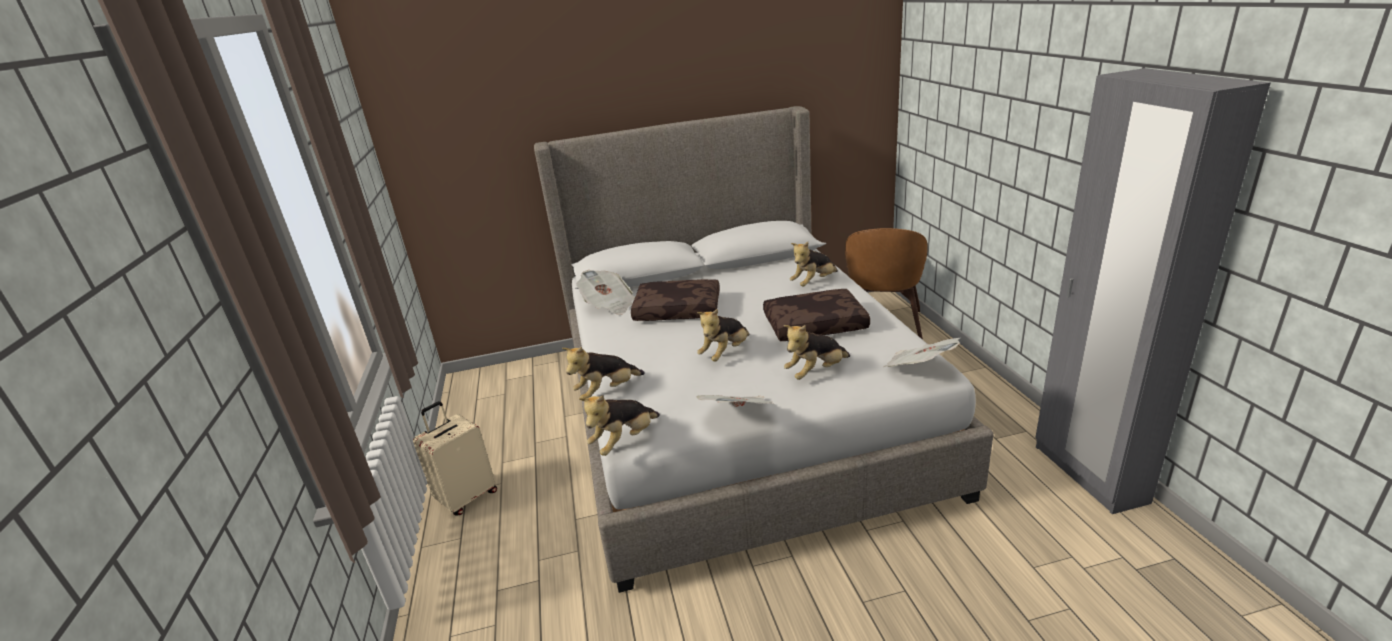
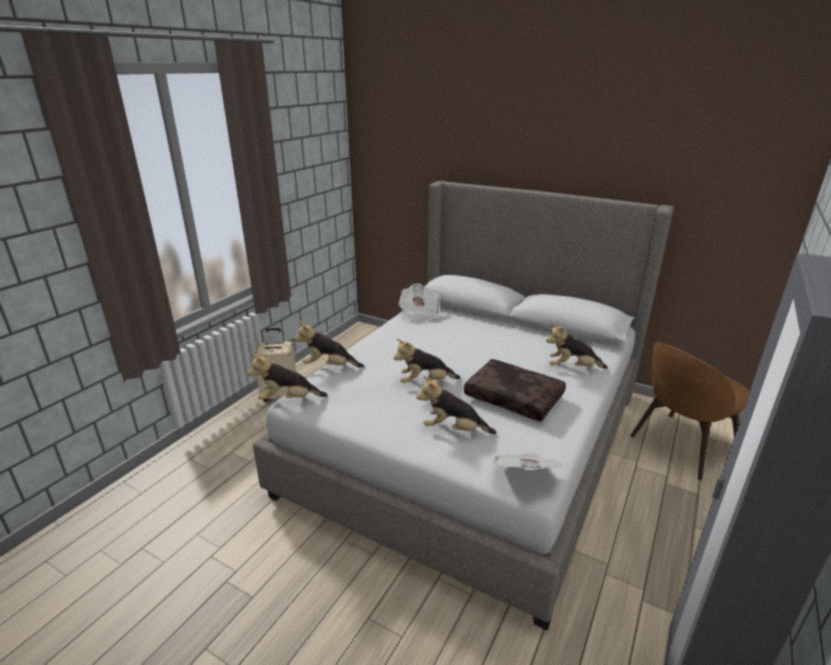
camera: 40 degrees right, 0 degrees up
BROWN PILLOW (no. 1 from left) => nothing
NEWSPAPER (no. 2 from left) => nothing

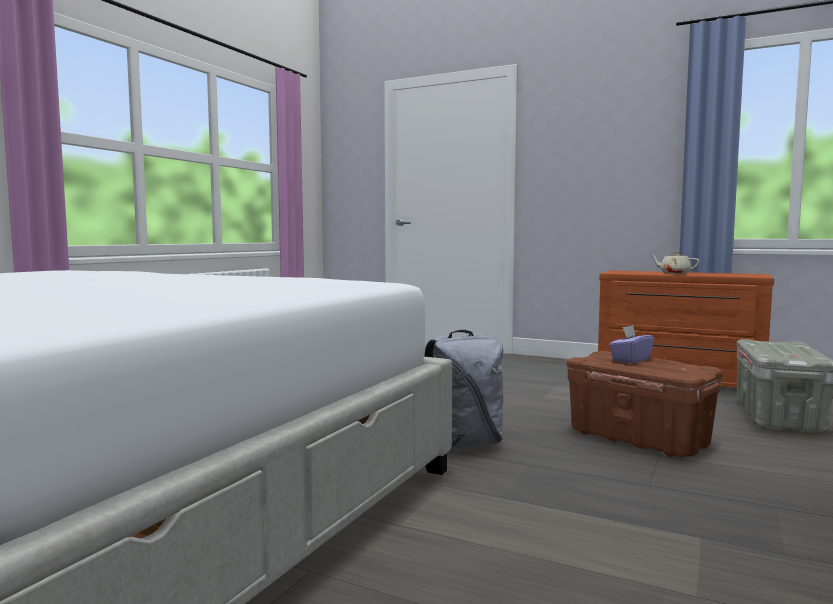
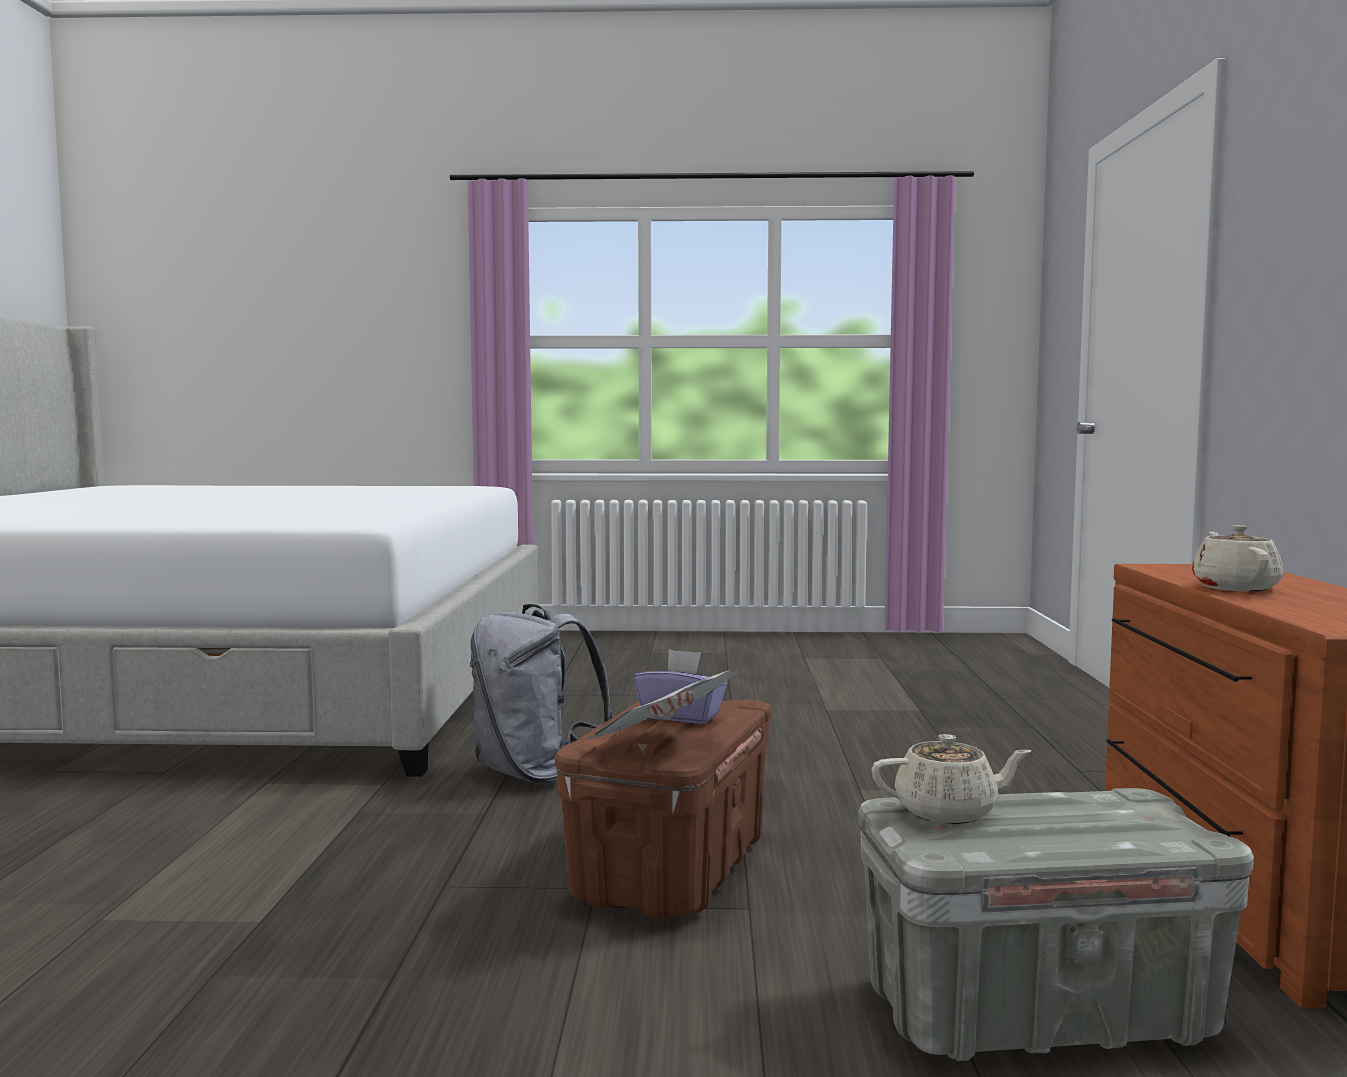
camera: 65 degrees right, 0 degrees up
nothing => NEWSPAPER
nothing => BEIGE TEAPOT (no. 1 from left)

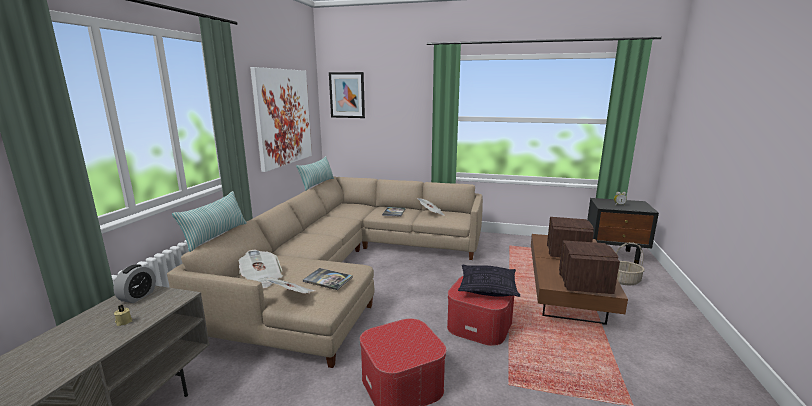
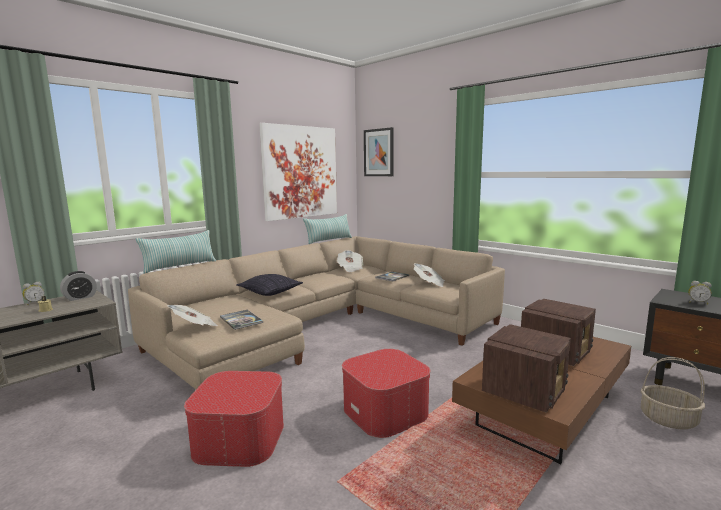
camera: 30 degrees right, 5 degrees down
NEWSPAPER (no. 1 from left in the first image) => NEWSPAPER (no. 2 from left), shifted
PILLOW (no. 3 from left in the first image) => PILLOW (no. 2 from left), shifted
nothing => ALARM CLOCK (no. 1 from left)

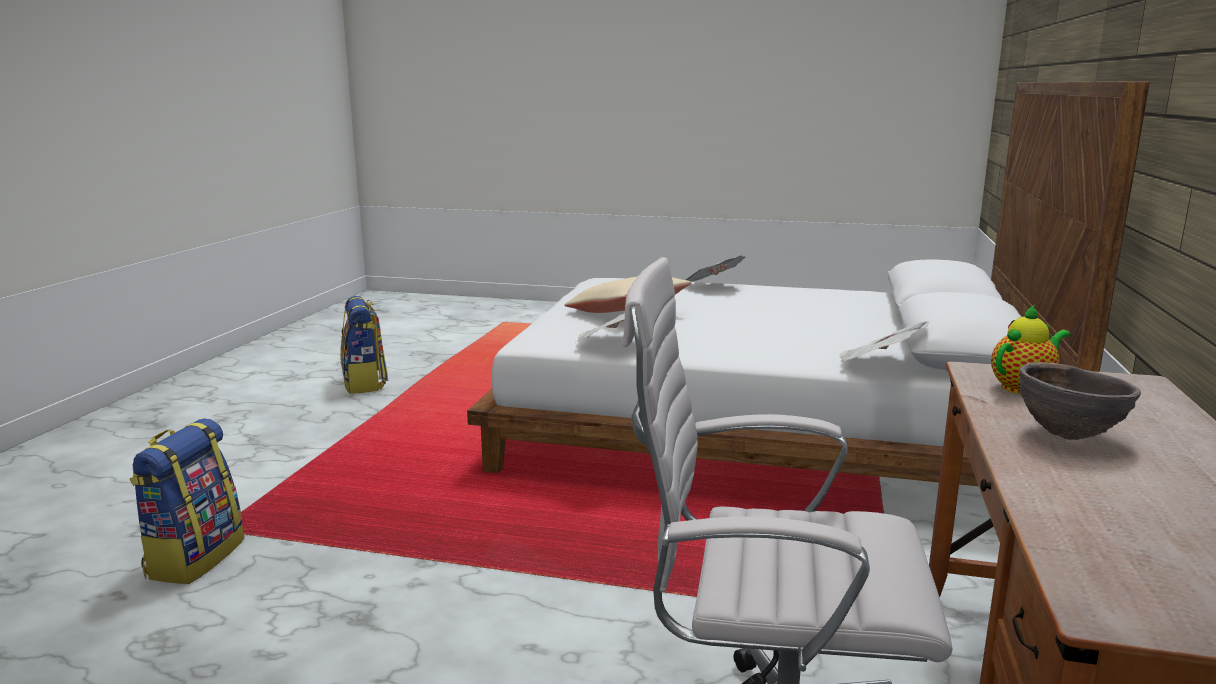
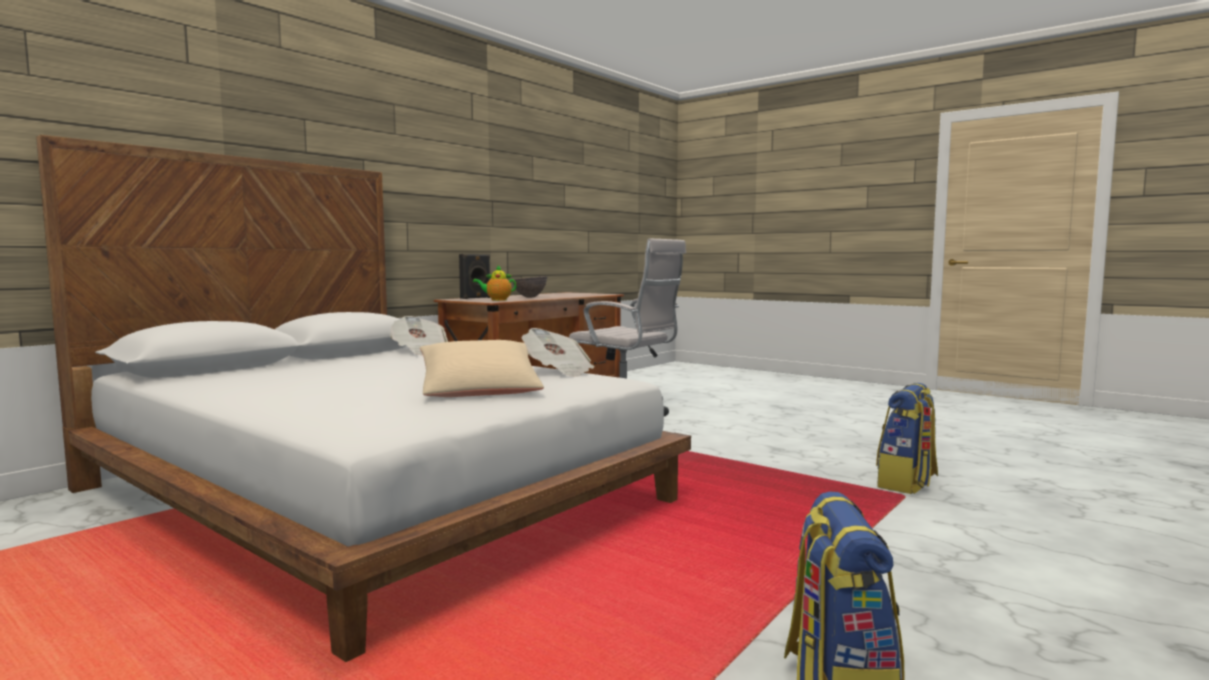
camera: 155 degrees left, 10 degrees down
NEWSPAPER (no. 2 from left) => nothing
nothing => BLACK SPEAKER

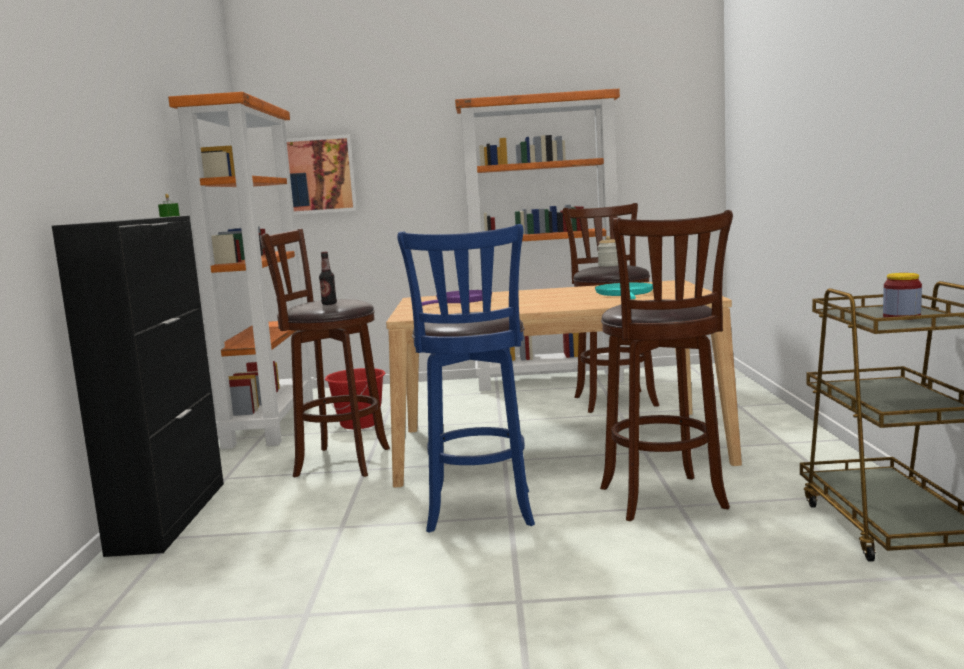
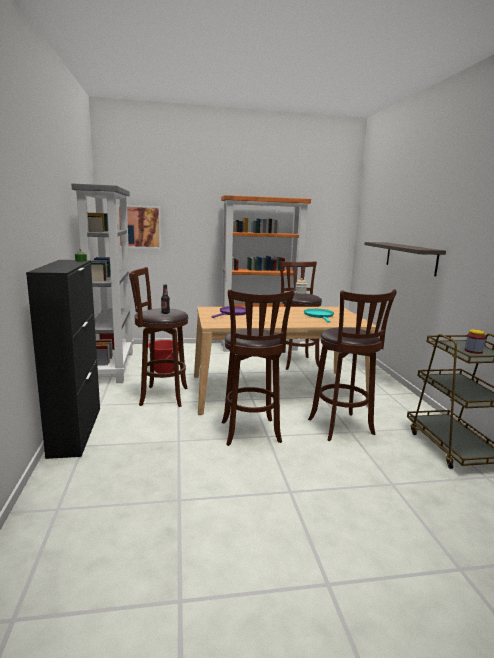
camera: 10 degrees left, 5 degrees up
ORANGE BOOKCASE (no. 1 from left) => GREY BOOKCASE
BLUE STOOL => BROWN STOOL (no. 2 from left)
nothing => SHELF

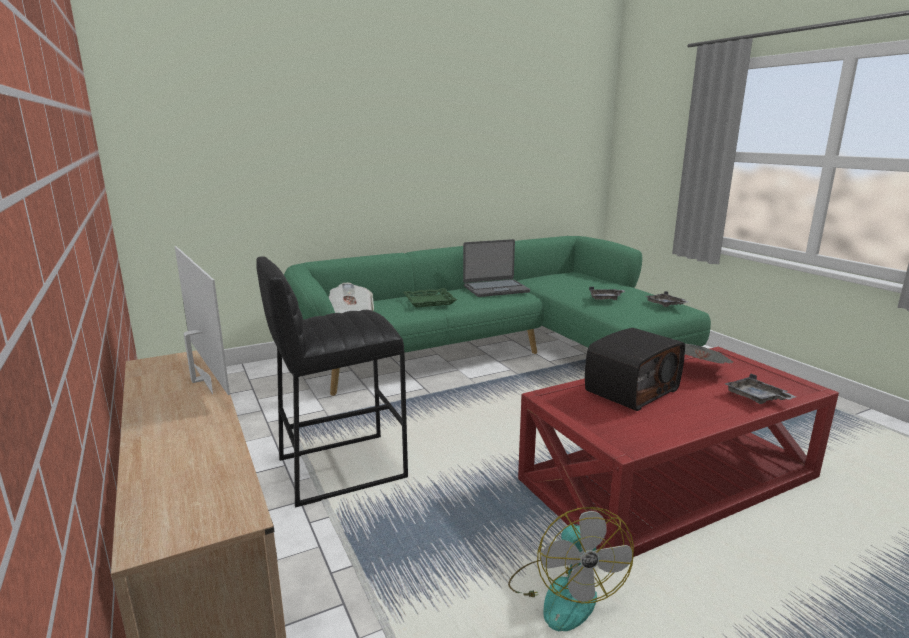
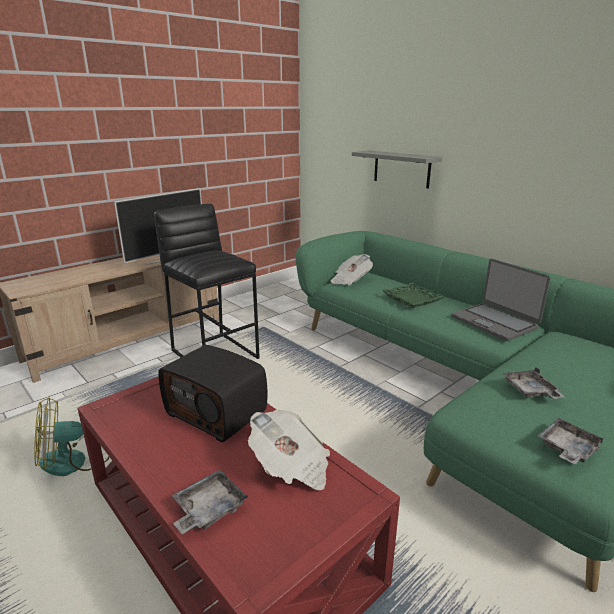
camera: 75 degrees right, 5 degrees up
nothing => GREY SHELF

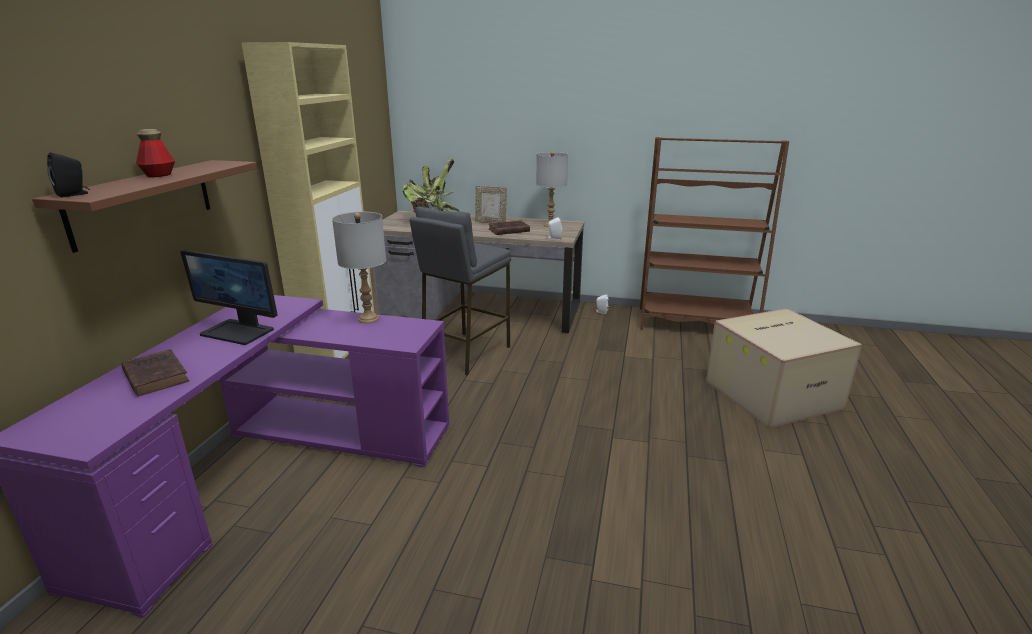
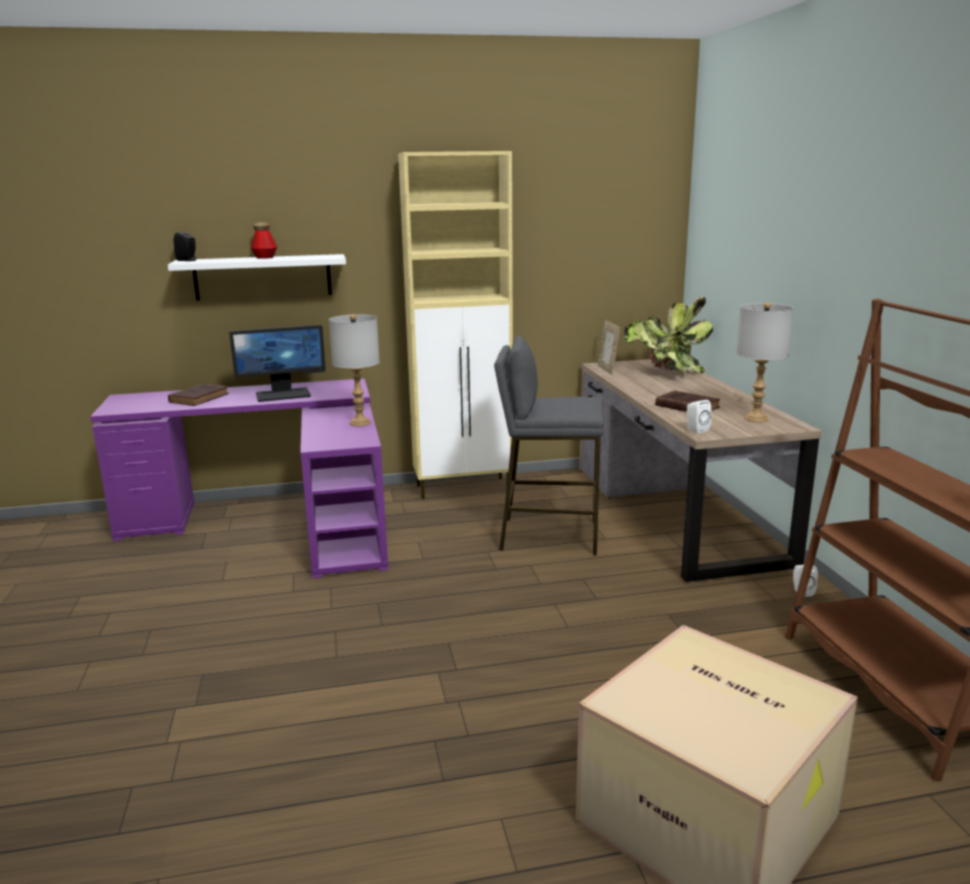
camera: 65 degrees right, 5 degrees down
BROWN SHELF => WHITE SHELF
MONITOR, 105 degrees counterclockwise
PICTURE FRAME, shifted

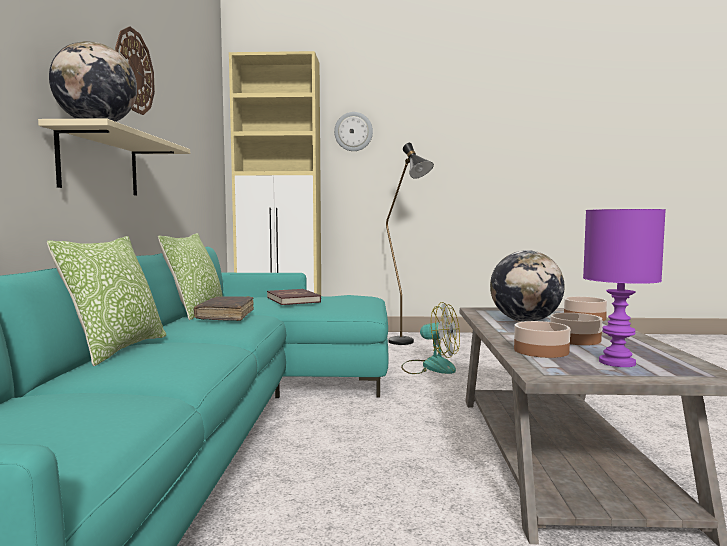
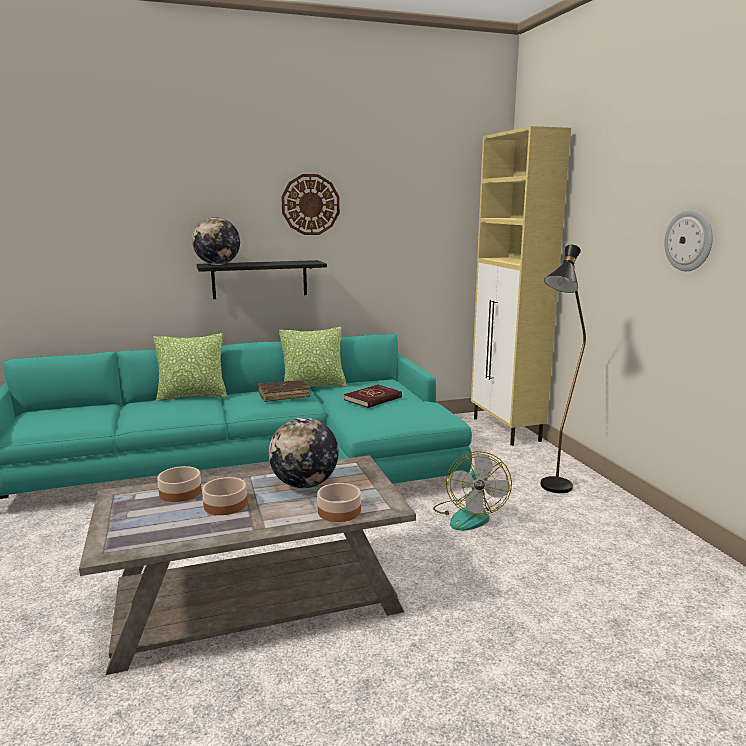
camera: 70 degrees right, 10 degrees up
BEIGE SHELF => BLACK SHELF
WALL CLOCK (no. 2 from left), shifted
PURPLE TABLE LAMP => nothing

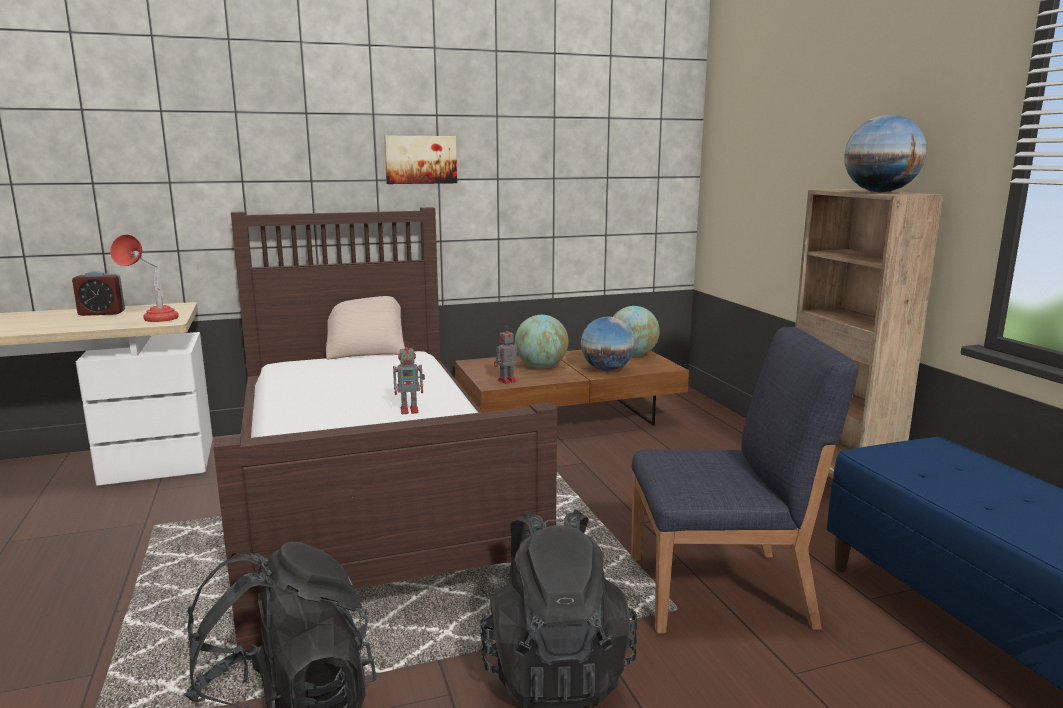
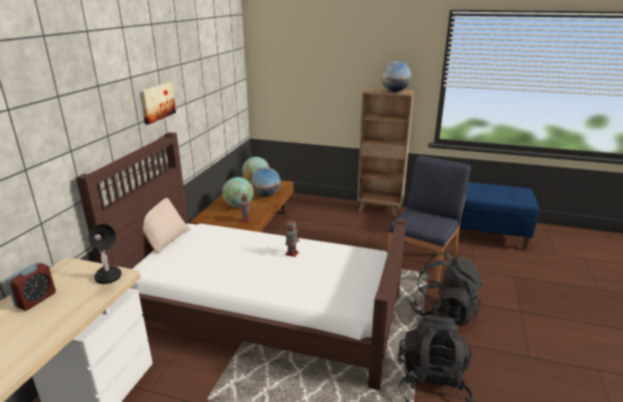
camera: 55 degrees left, 10 degrees up
RED TABLE LAMP => BLACK TABLE LAMP

